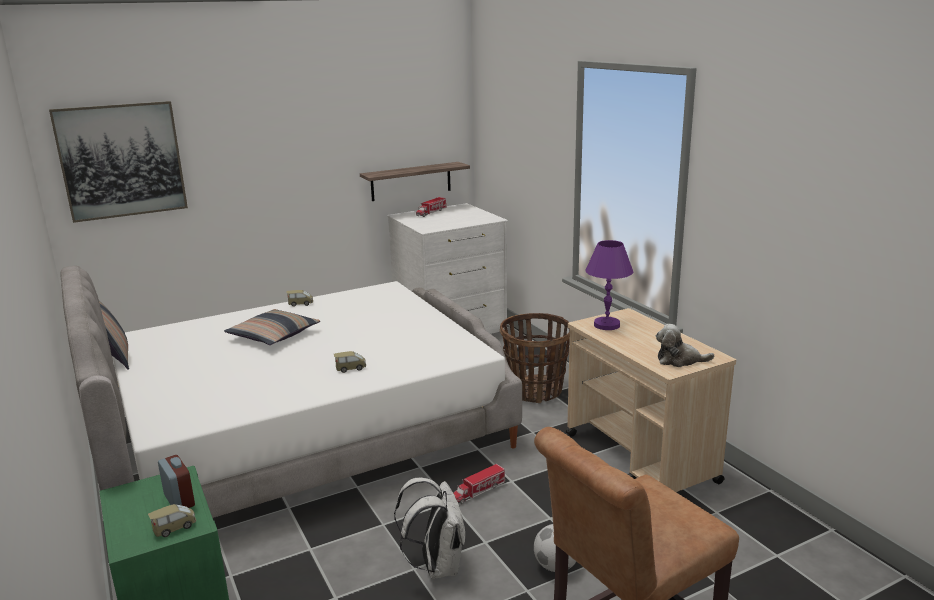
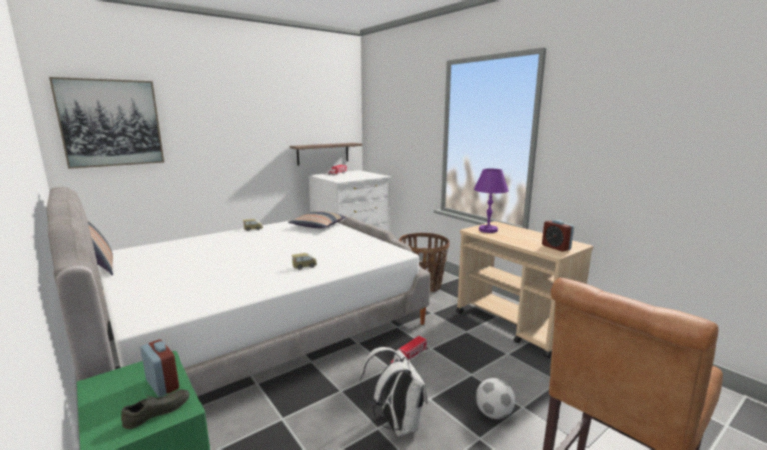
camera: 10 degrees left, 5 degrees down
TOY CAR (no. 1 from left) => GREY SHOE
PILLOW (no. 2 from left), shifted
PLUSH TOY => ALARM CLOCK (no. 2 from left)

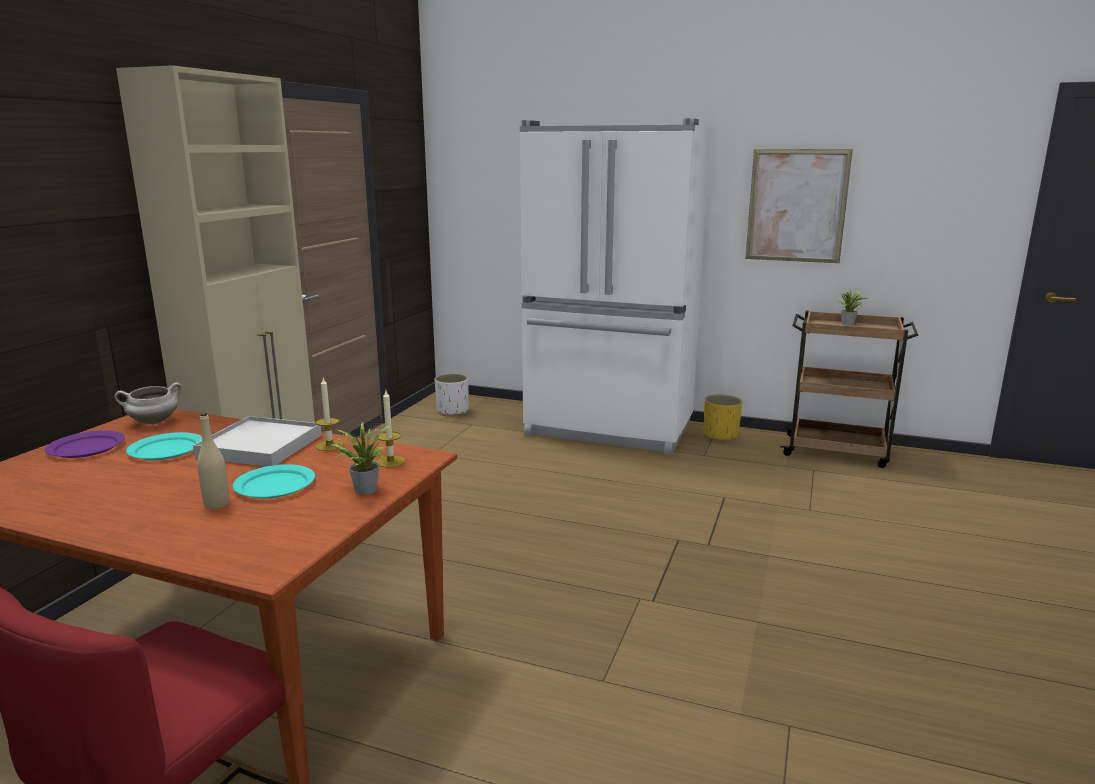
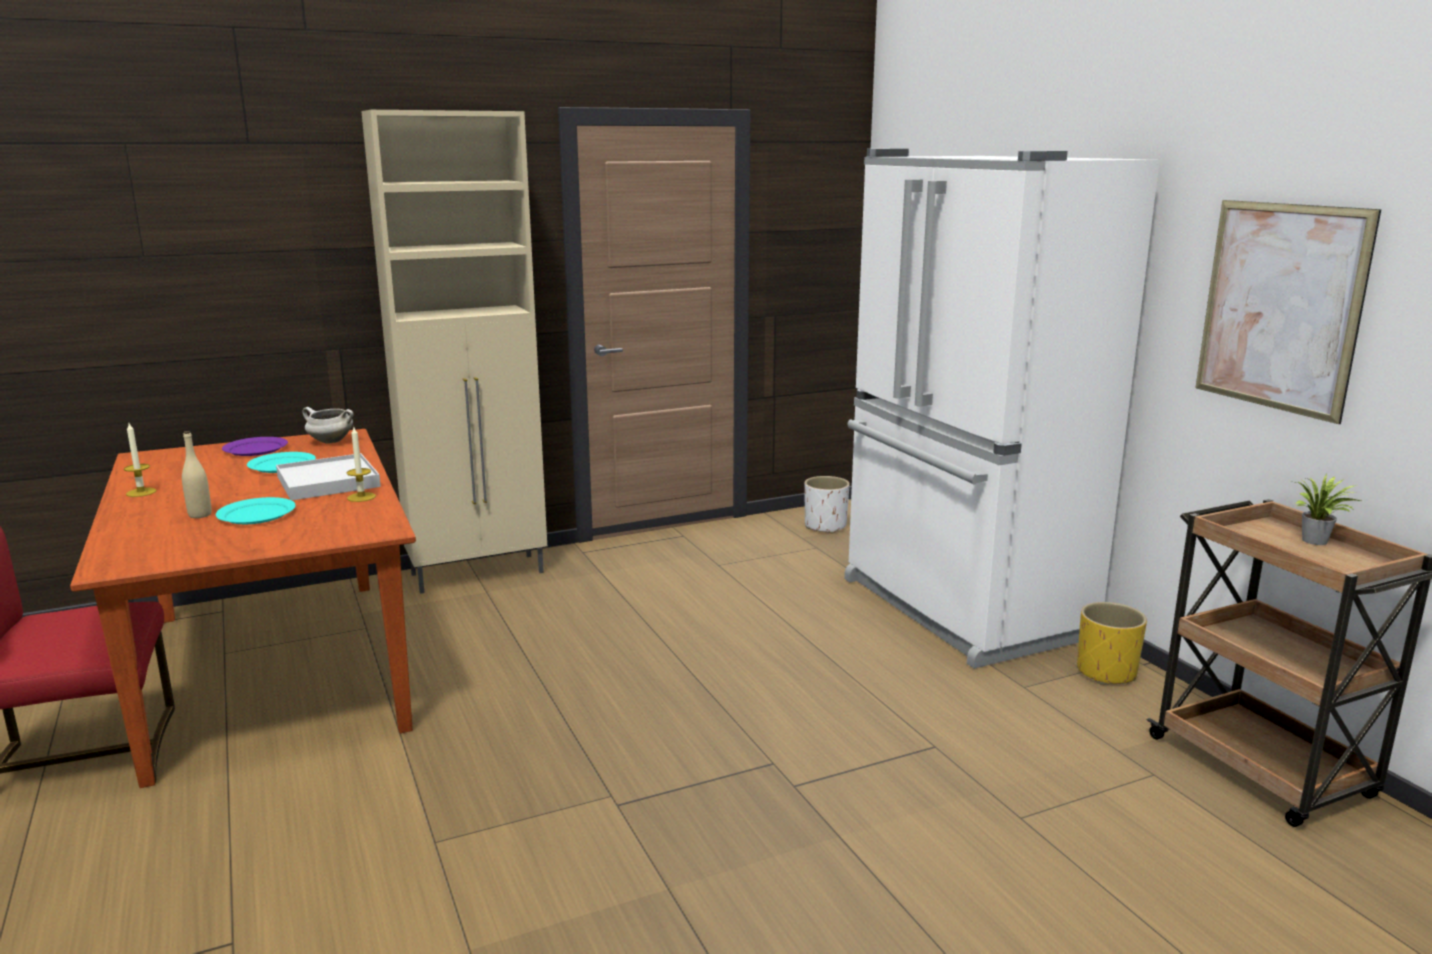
camera: 45 degrees right, 0 degrees up
POTTED PLANT (no. 1 from left) => nothing
CANDLE (no. 2 from left in the first image) => CANDLE (no. 1 from left), shifted

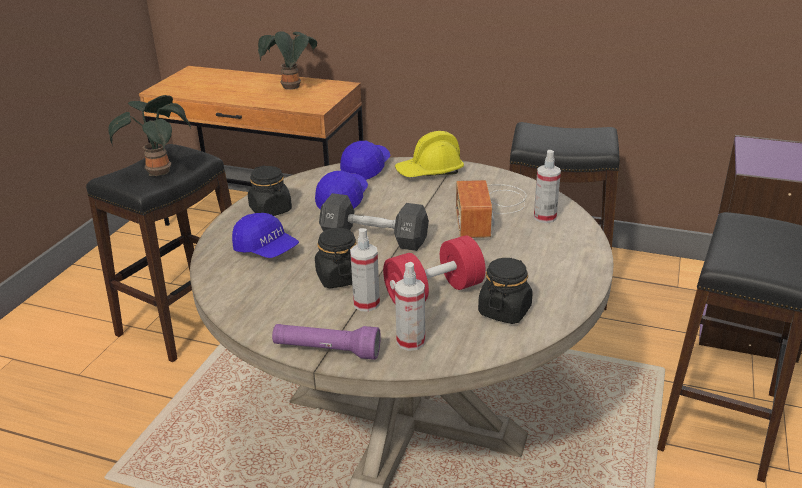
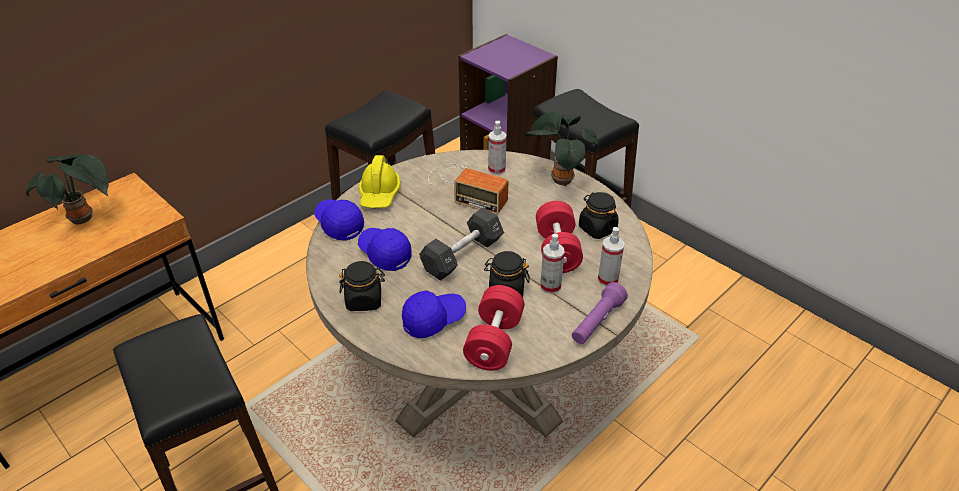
camera: 65 degrees left, 10 degrees up
POTTED PLANT (no. 1 from left in the first image) => POTTED PLANT (no. 2 from left), shifted
nothing => RED DUMBBELL (no. 1 from left)

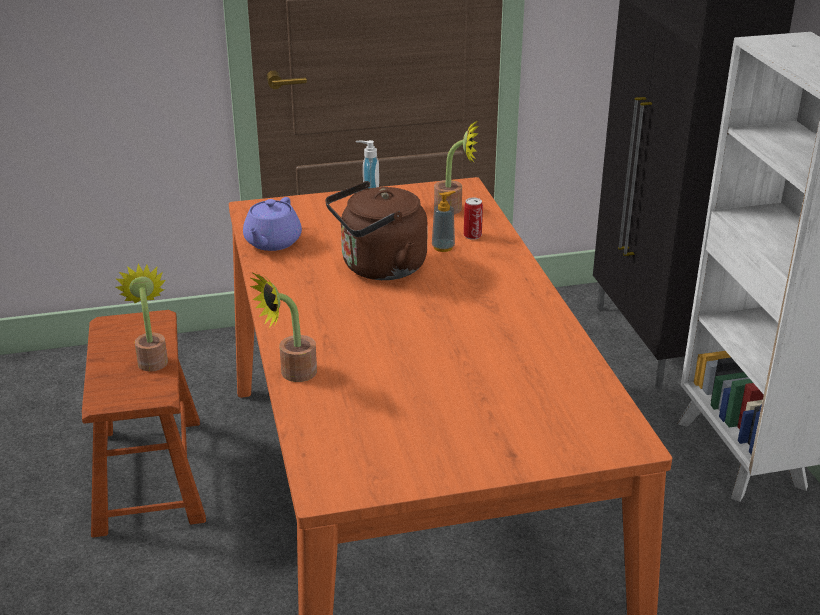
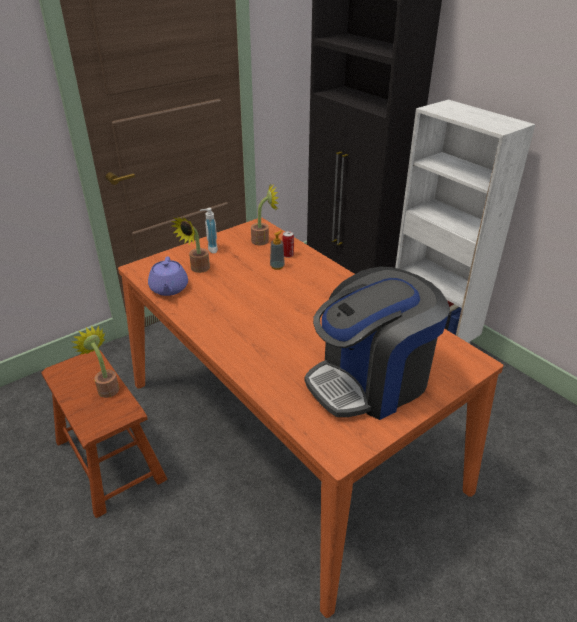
camera: 25 degrees left, 5 degrees up
POTTED PLANT (no. 2 from left), shifted
BROWN KETTLE => nothing
nothing => COFFEE MACHINE

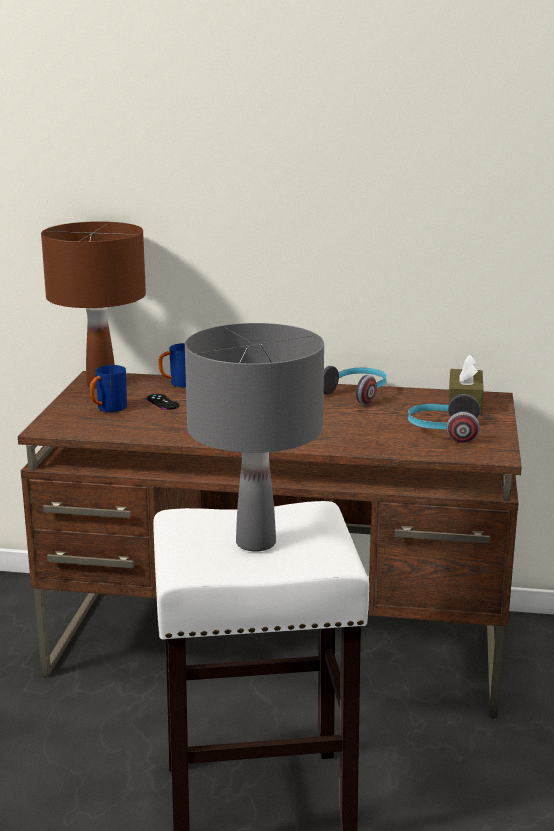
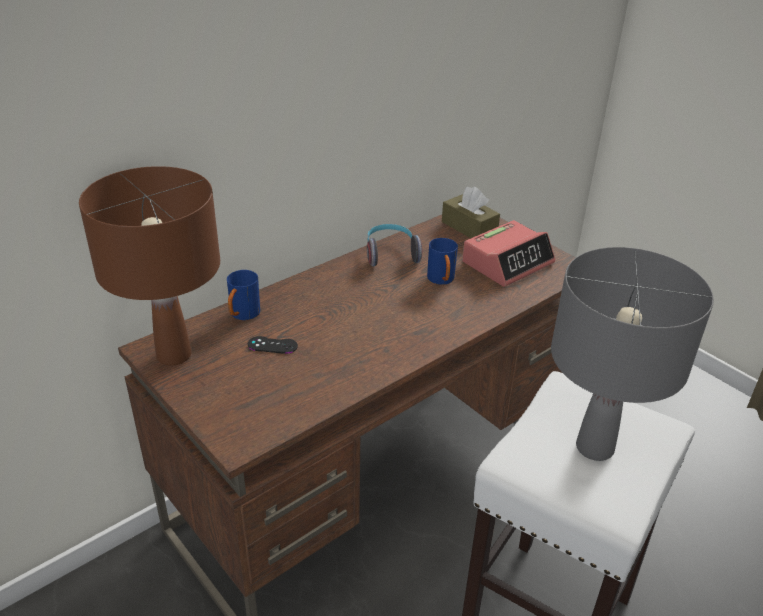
camera: 50 degrees left, 15 degrees up
BLUE MUG (no. 1 from left in the first image) => BLUE MUG (no. 2 from left), shifted
HEADPHONES (no. 2 from left) => ALARM CLOCK

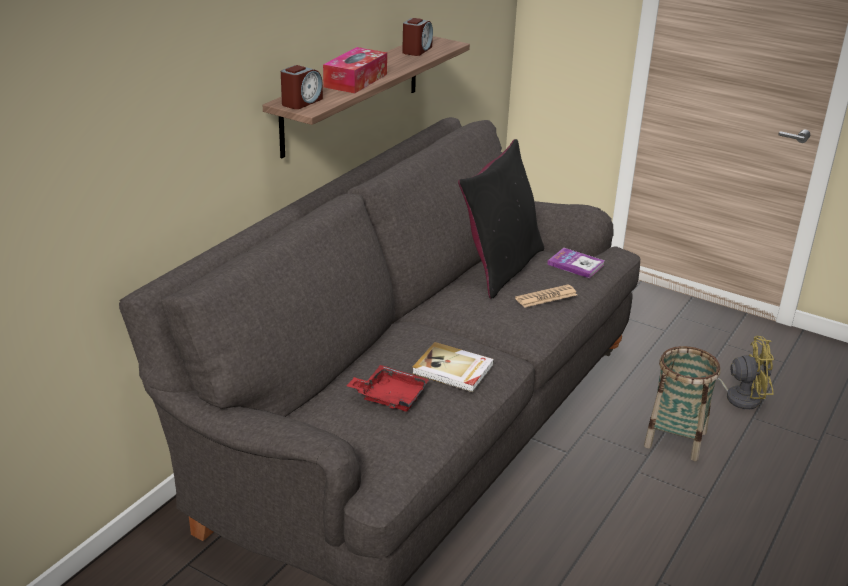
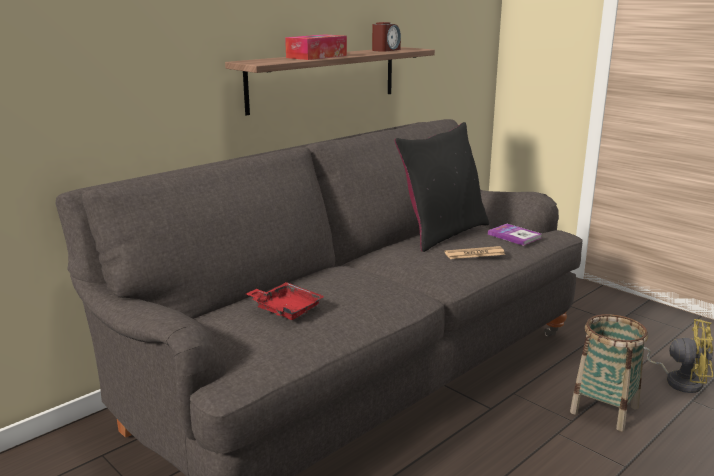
camera: 15 degrees right, 10 degrees down
ALARM CLOCK (no. 1 from left) => nothing
BOOK (no. 1 from left) => nothing

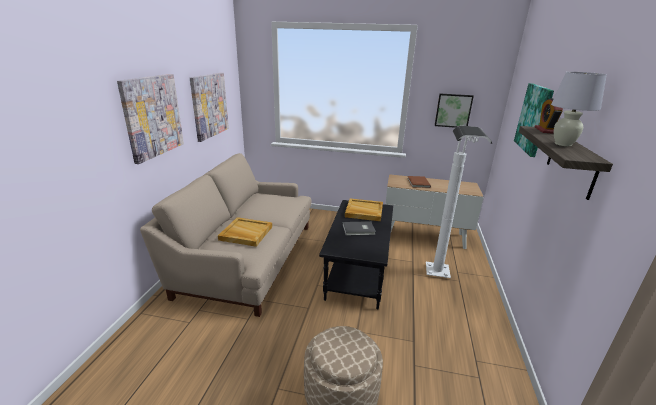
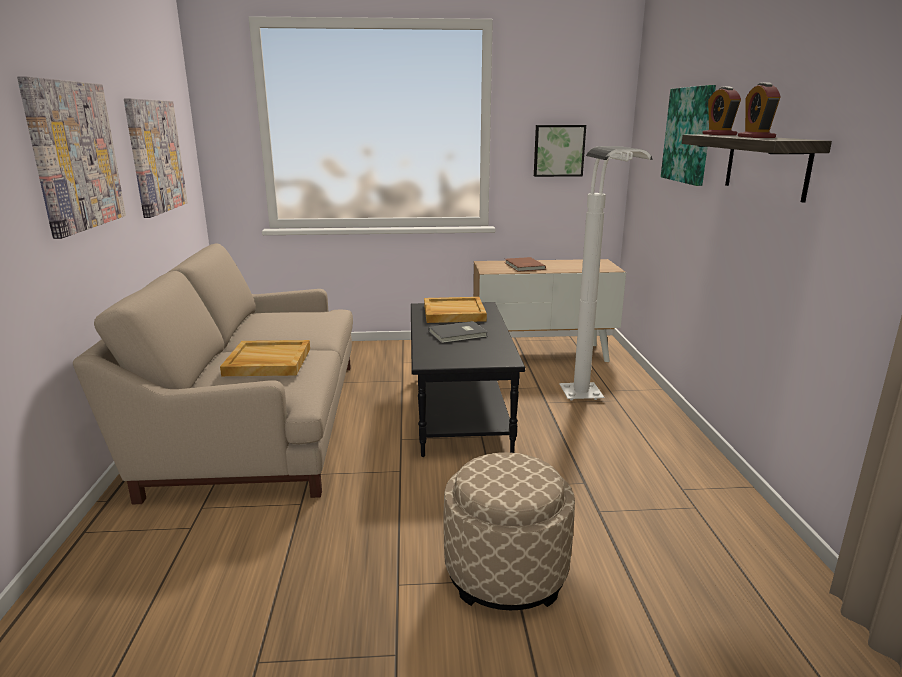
camera: 15 degrees left, 5 degrees down
WHITE TABLE LAMP => ALARM CLOCK (no. 2 from left)

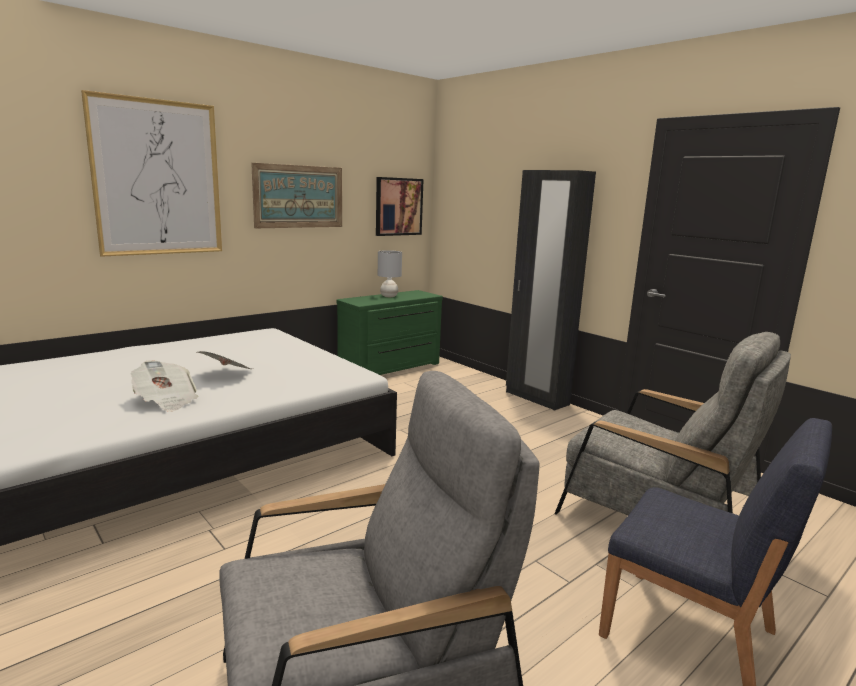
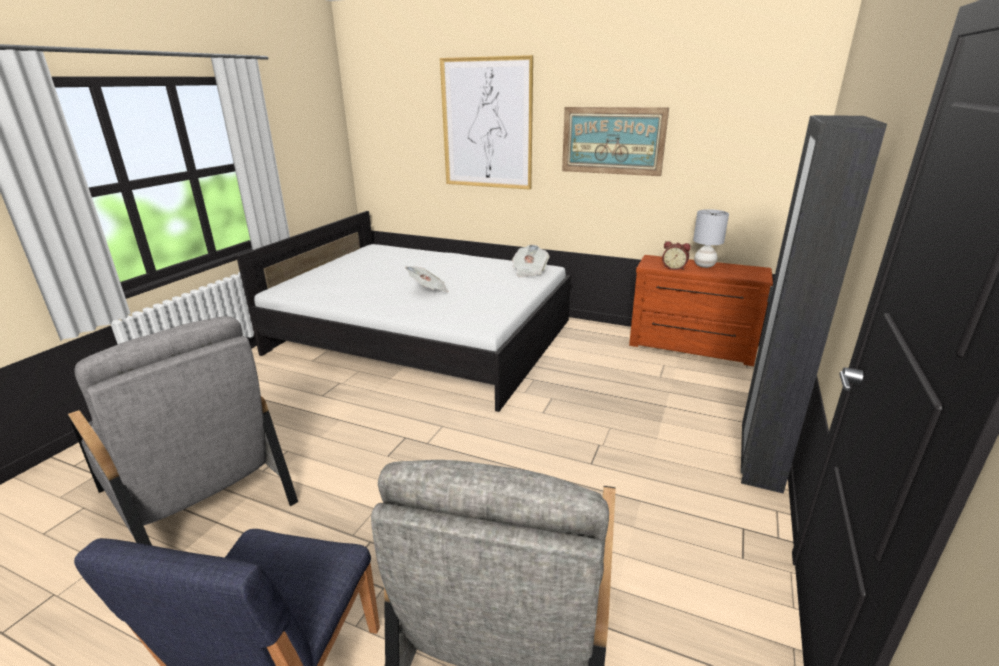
camera: 65 degrees right, 10 degrees up
NEWSPAPER (no. 1 from left in the first image) => NEWSPAPER (no. 2 from left), shifted
GREEN DRESSER => BROWN DRESSER
PICTURE (no. 3 from left) => nothing
nothing => ALARM CLOCK

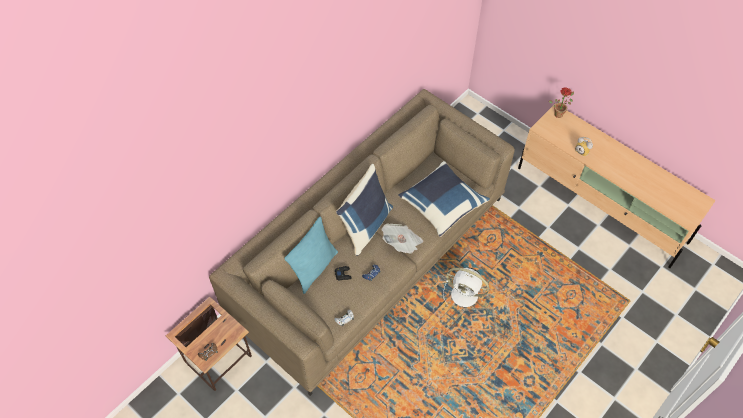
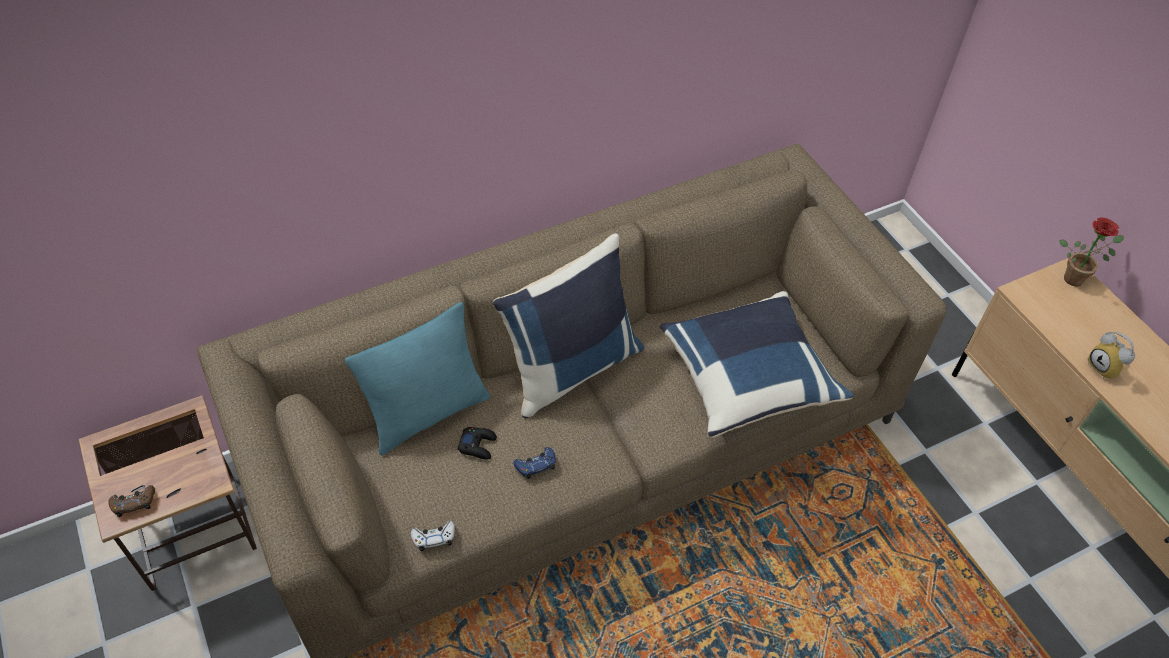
camera: 20 degrees right, 5 degrees down
NEWSPAPER => nothing
WHITE FAN => nothing

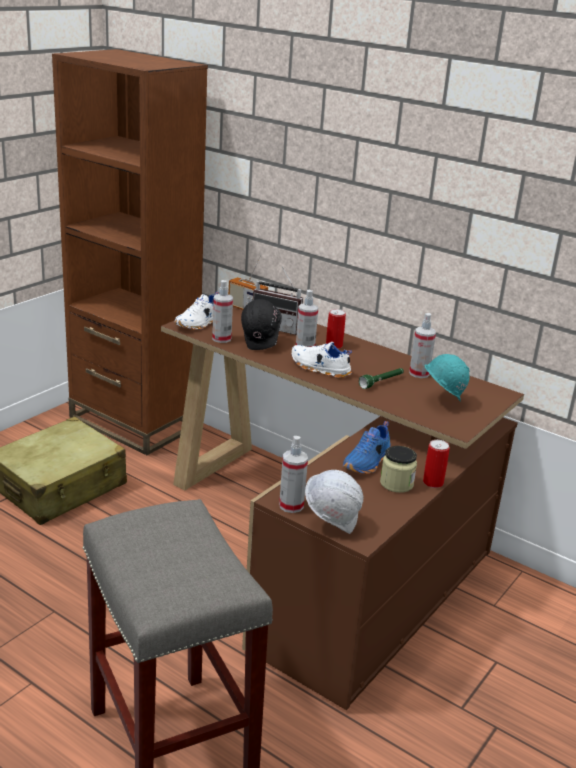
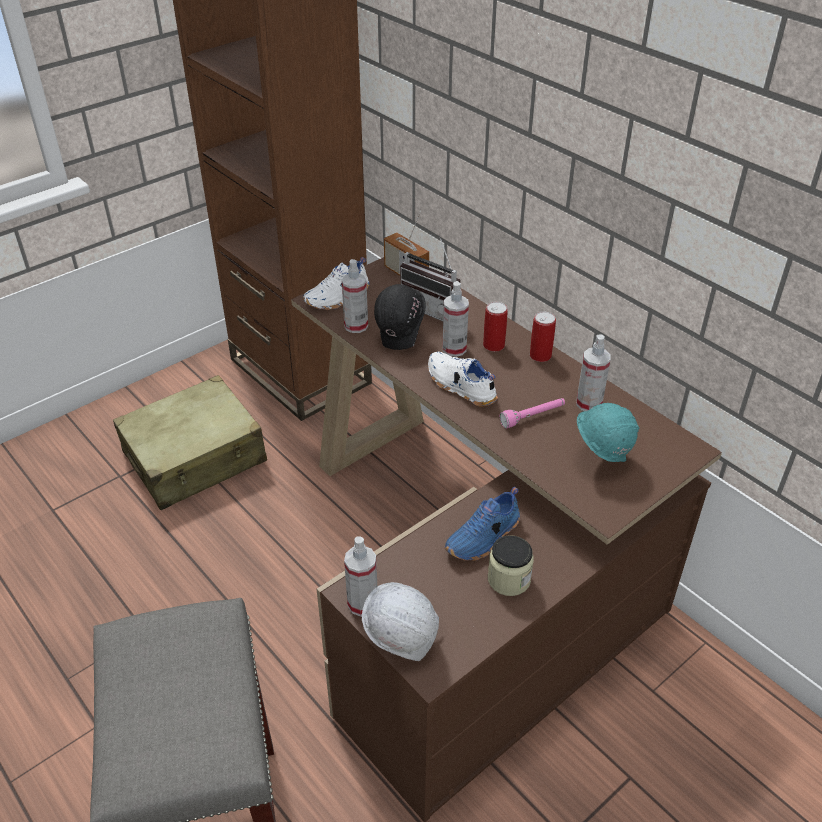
camera: 15 degrees right, 15 degrees up
GREEN FLASHLIGHT => PINK FLASHLIGHT
CAN (no. 2 from left), shifted

